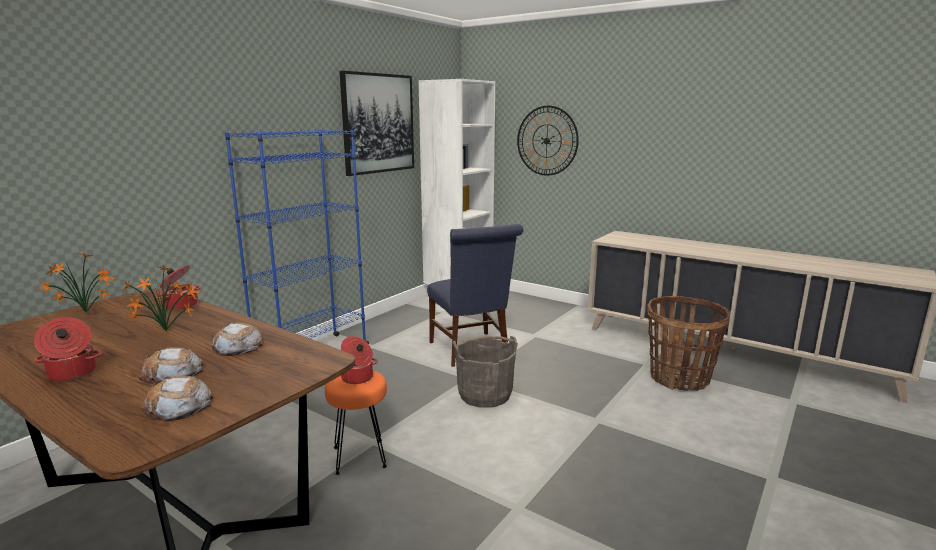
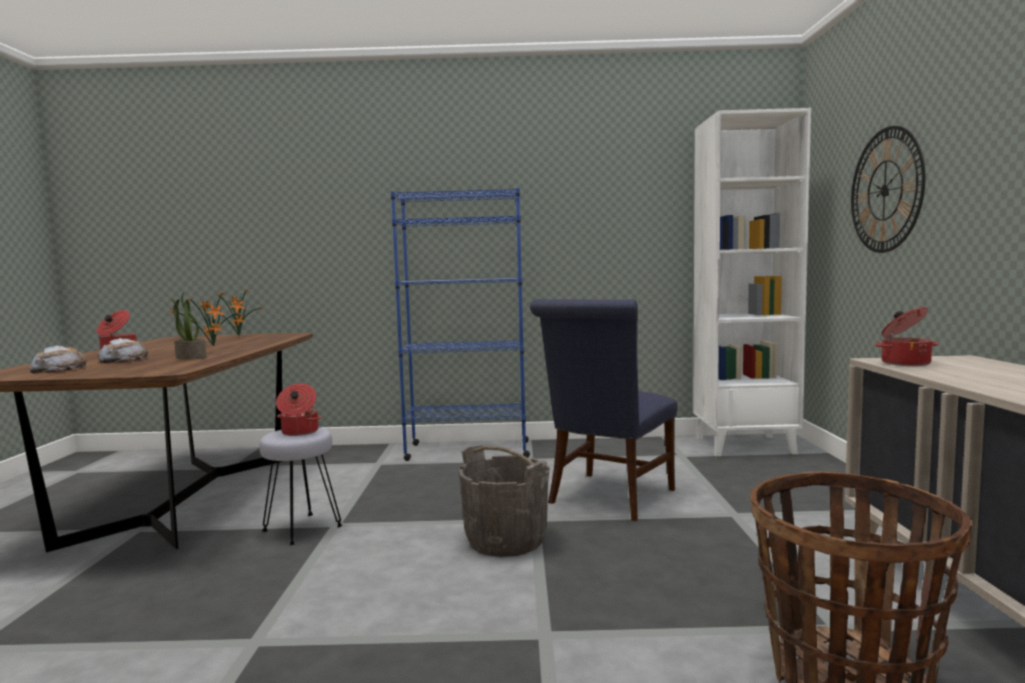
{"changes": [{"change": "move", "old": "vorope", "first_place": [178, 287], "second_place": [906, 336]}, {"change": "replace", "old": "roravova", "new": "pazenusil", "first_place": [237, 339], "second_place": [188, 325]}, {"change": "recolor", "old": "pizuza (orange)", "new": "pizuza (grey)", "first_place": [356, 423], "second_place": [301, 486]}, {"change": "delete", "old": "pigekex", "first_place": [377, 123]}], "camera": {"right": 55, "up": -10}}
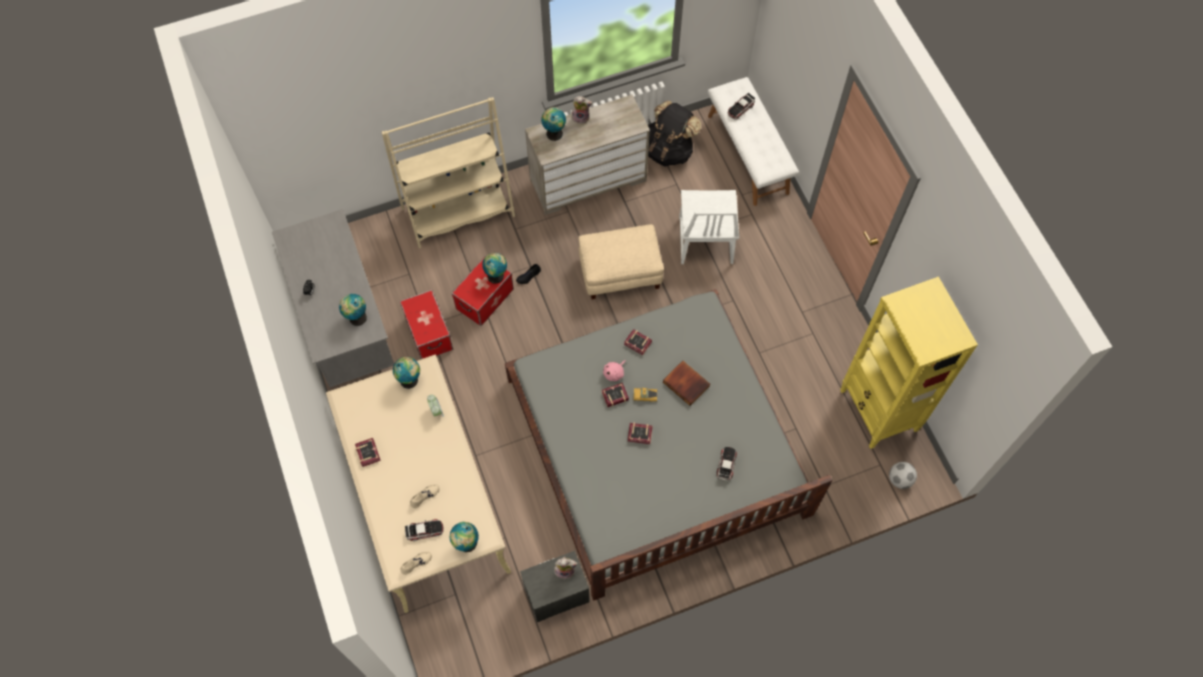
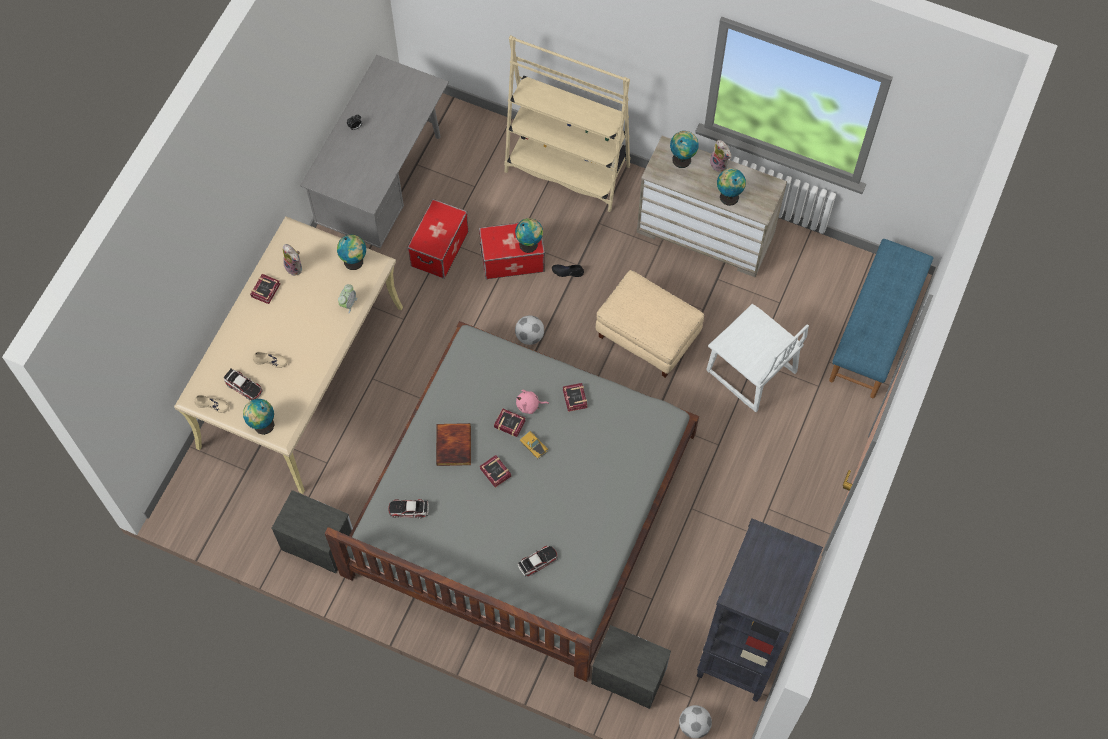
{"changes": [{"change": "move", "old": "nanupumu", "first_place": [353, 310], "second_place": [731, 187]}, {"change": "move", "old": "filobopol", "first_place": [566, 568], "second_place": [292, 260]}, {"change": "delete", "old": "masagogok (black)", "first_place": [674, 134]}, {"change": "move", "old": "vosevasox", "first_place": [686, 383], "second_place": [453, 444]}, {"change": "rotate", "old": "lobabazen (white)", "first_place": [709, 227], "second_place": [757, 358], "degrees": -90}, {"change": "recolor", "old": "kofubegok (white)", "new": "kofubegok (blue)", "first_place": [753, 141], "second_place": [881, 318]}, {"change": "move", "old": "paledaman", "first_place": [741, 106], "second_place": [408, 509]}, {"change": "recolor", "old": "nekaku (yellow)", "new": "nekaku (black)", "first_place": [909, 362], "second_place": [760, 610]}, {"change": "insert", "new": "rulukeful", "second_place": [529, 330]}, {"change": "insert", "new": "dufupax", "second_place": [631, 667]}], "camera": {"right": 45, "up": 0}}
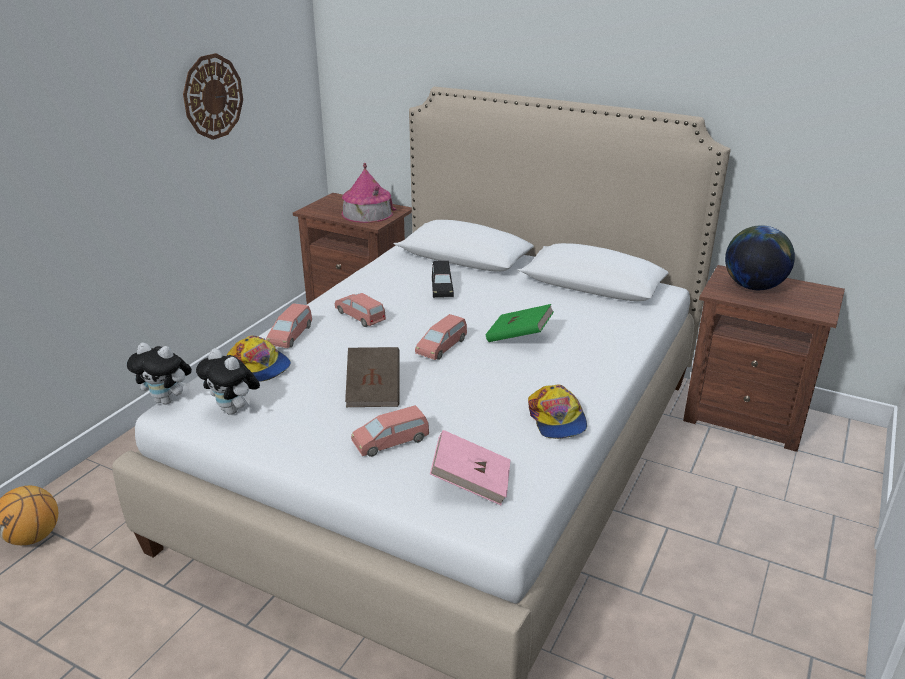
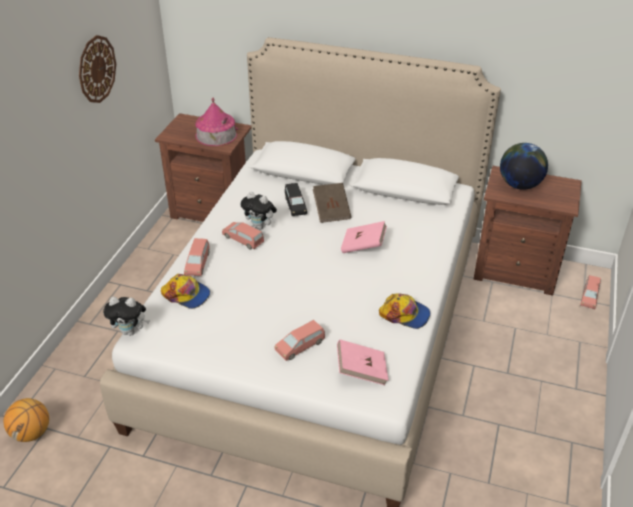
{"changes": [{"change": "move", "old": "filobopol", "first_place": [228, 381], "second_place": [259, 210]}, {"change": "move", "old": "vosevasox (brown)", "first_place": [372, 377], "second_place": [332, 203]}, {"change": "move", "old": "paledaman (pink)", "first_place": [441, 337], "second_place": [590, 292]}, {"change": "recolor", "old": "vosevasox (green)", "new": "vosevasox (pink)", "first_place": [520, 323], "second_place": [364, 237]}, {"change": "rotate", "old": "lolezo", "first_place": [557, 411], "second_place": [404, 311], "degrees": -45}], "camera": {"right": -10, "up": 10}}
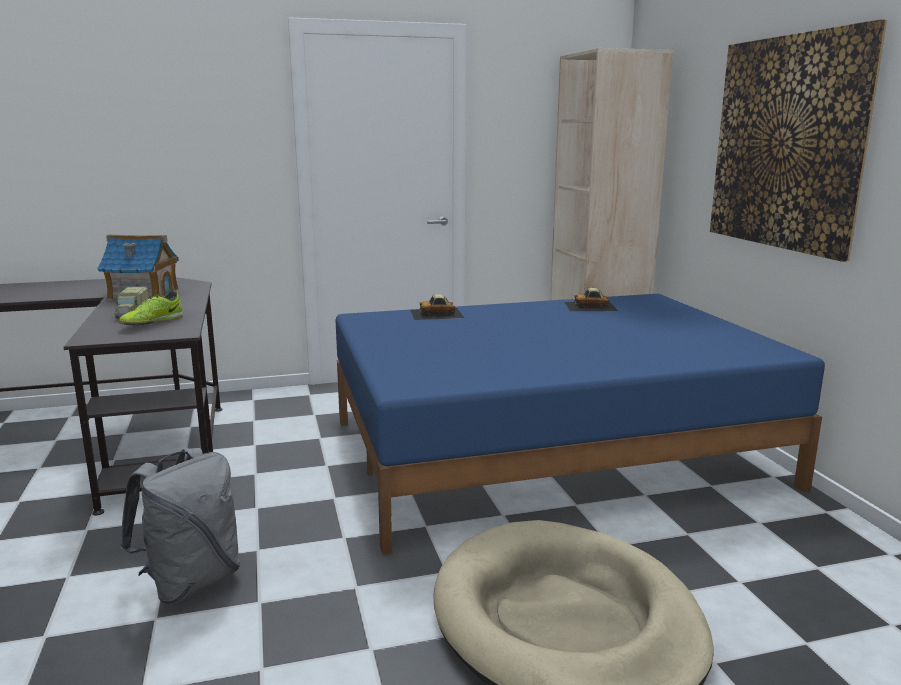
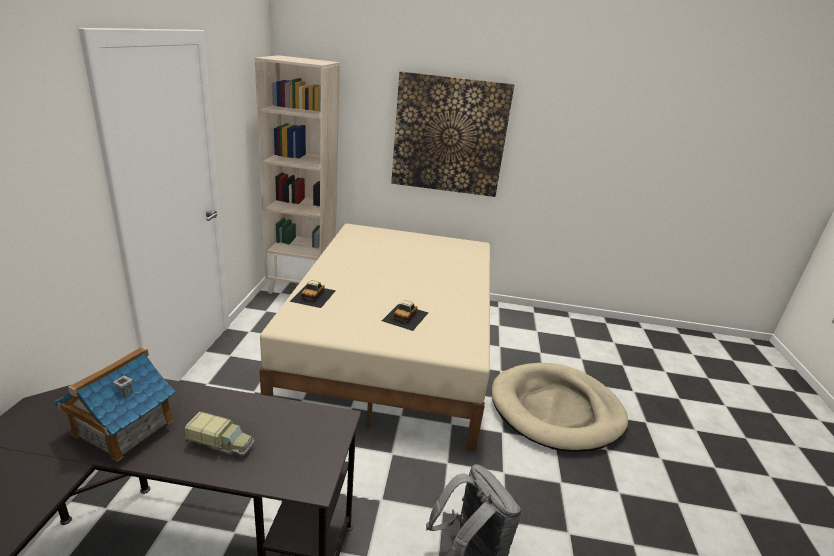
{"changes": [{"change": "delete", "old": "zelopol", "first_place": [151, 307]}, {"change": "recolor", "old": "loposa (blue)", "new": "loposa (beige)", "first_place": [580, 424], "second_place": [374, 337]}, {"change": "move", "old": "paledaman", "first_place": [591, 299], "second_place": [405, 315]}], "camera": {"right": -70, "up": 10}}
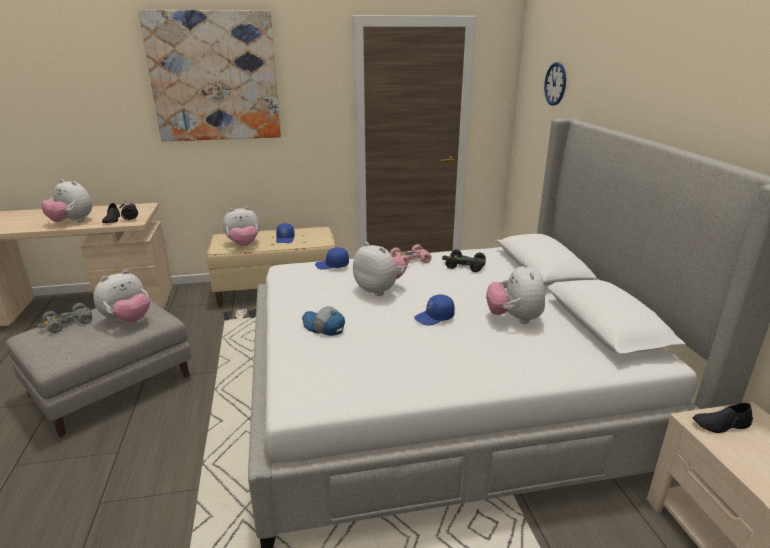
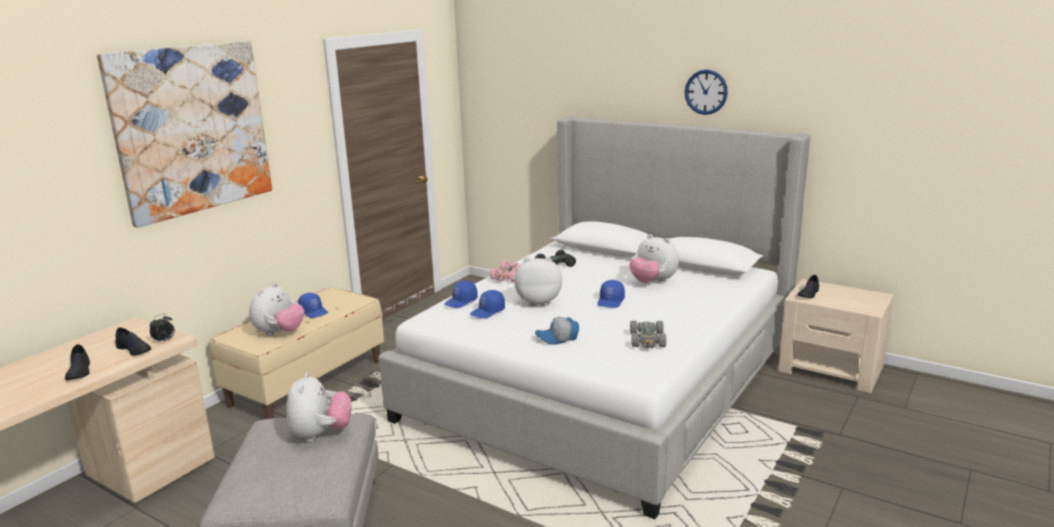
{"changes": [{"change": "move", "old": "paledaman (grey)", "first_place": [64, 318], "second_place": [648, 334]}, {"change": "replace", "old": "filobopol", "new": "zelopol (black)", "first_place": [67, 200], "second_place": [77, 362]}, {"change": "move", "old": "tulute", "first_place": [555, 84], "second_place": [706, 92]}, {"change": "insert", "new": "lolezo (blue)", "second_place": [487, 304]}], "camera": {"right": -45, "up": -5}}
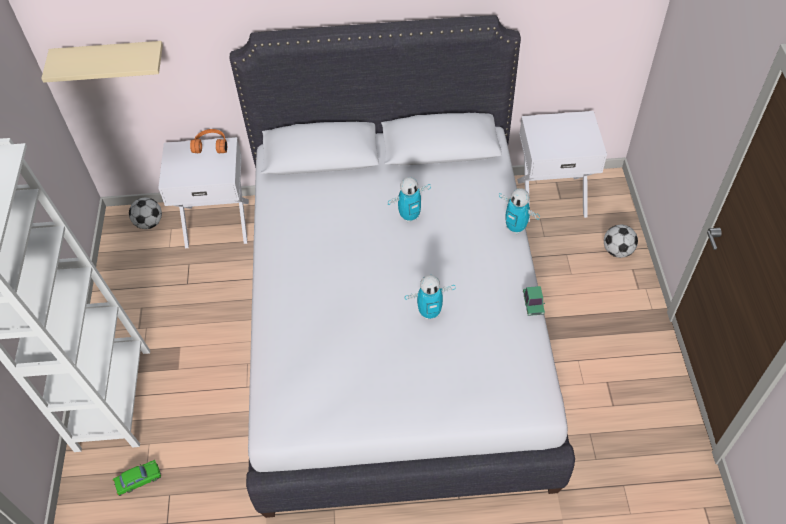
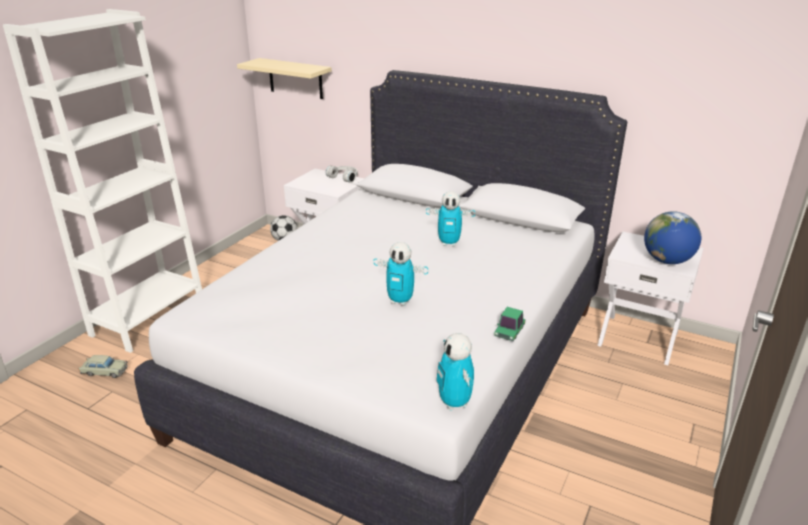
{"changes": [{"change": "recolor", "old": "paledaman (green)", "new": "paledaman (beige)", "first_place": [136, 478], "second_place": [103, 366]}, {"change": "recolor", "old": "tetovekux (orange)", "new": "tetovekux (white)", "first_place": [208, 141], "second_place": [341, 174]}, {"change": "move", "old": "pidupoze", "first_place": [519, 211], "second_place": [455, 371]}, {"change": "delete", "old": "rulukeful", "first_place": [621, 241]}, {"change": "insert", "new": "nanupumu", "second_place": [672, 237]}], "camera": {"right": 30, "up": -25}}
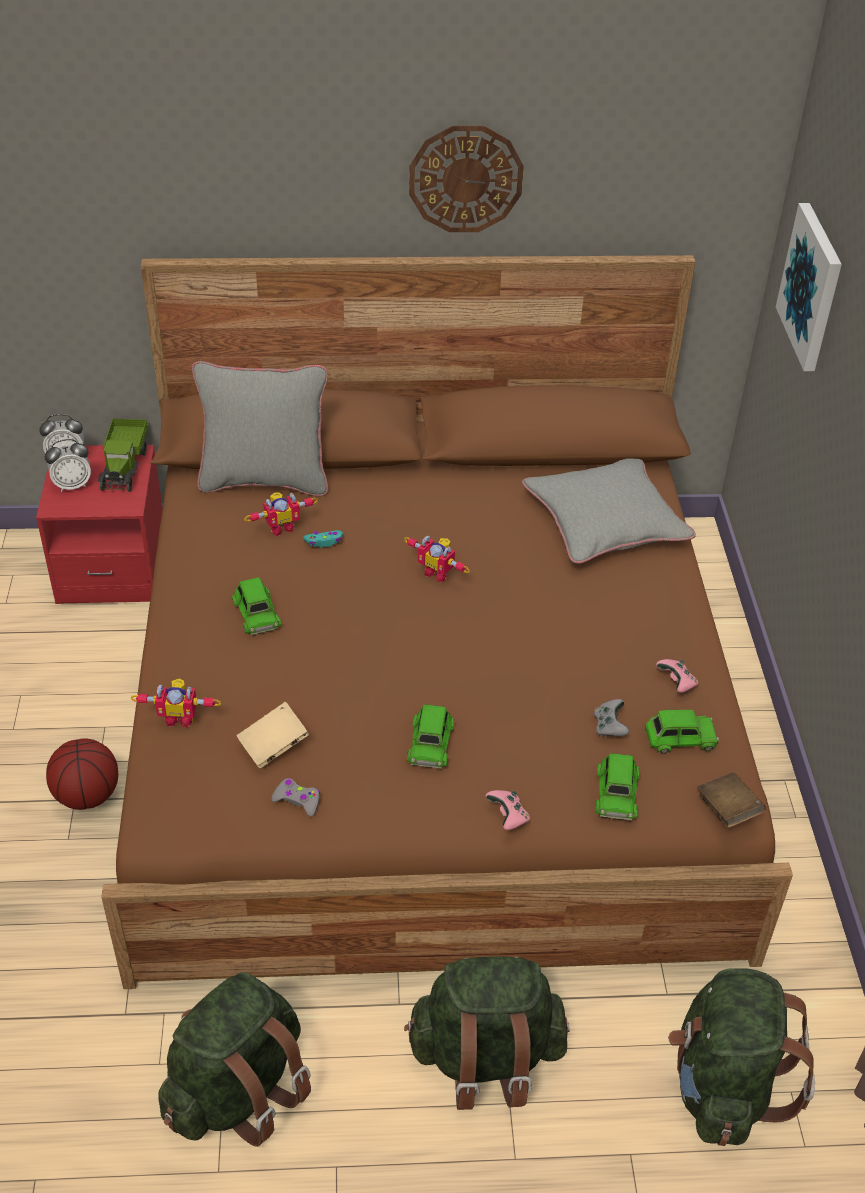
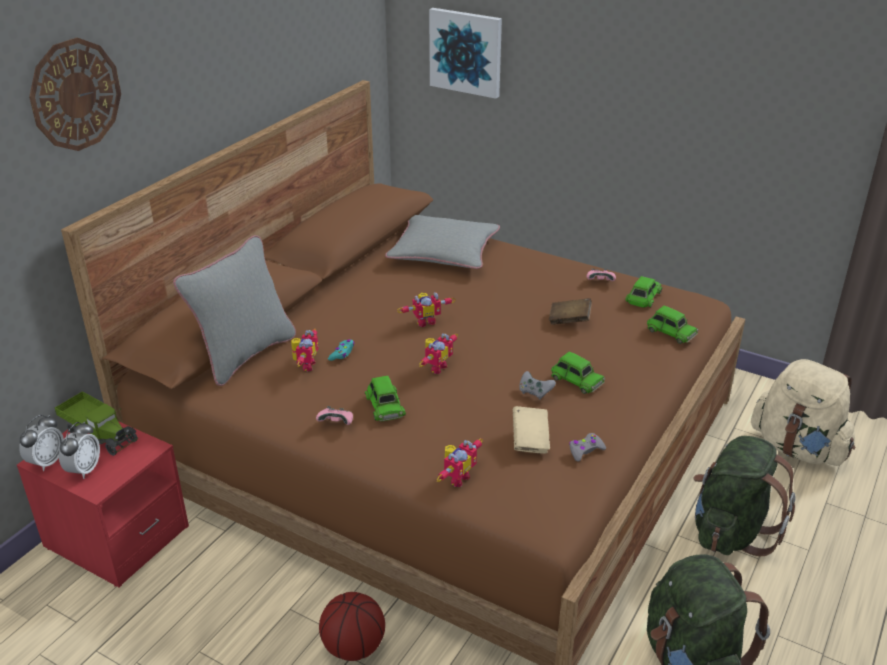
{"changes": [{"change": "rotate", "old": "paledaman (green)", "first_place": [257, 606], "second_place": [385, 398], "degrees": 60}, {"change": "move", "old": "tulute", "first_place": [466, 178], "second_place": [75, 94]}, {"change": "move", "old": "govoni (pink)", "first_place": [507, 810], "second_place": [334, 415]}, {"change": "move", "old": "govoni (grey)", "first_place": [611, 718], "second_place": [537, 385]}, {"change": "recolor", "old": "masagogok (green)", "new": "masagogok (beige)", "first_place": [741, 1057], "second_place": [803, 412]}, {"change": "move", "old": "vosevasox (brown)", "first_place": [731, 800], "second_place": [570, 311]}, {"change": "insert", "new": "pidupoze", "second_place": [438, 353]}], "camera": {"right": -55, "up": -10}}
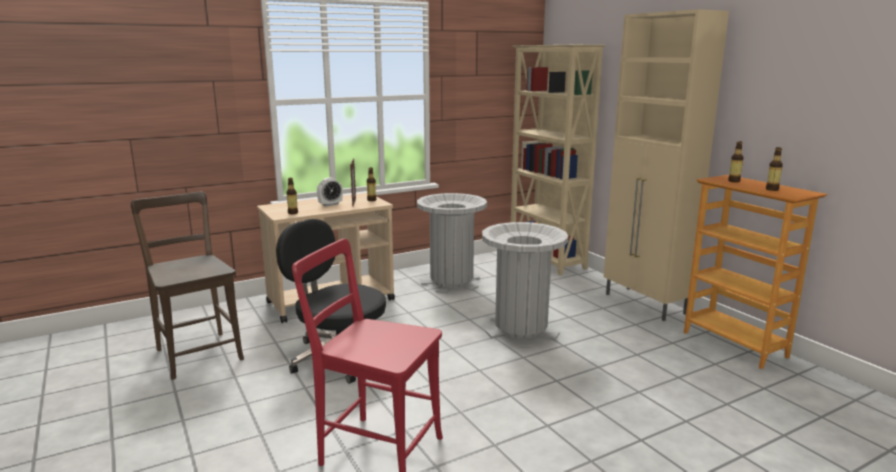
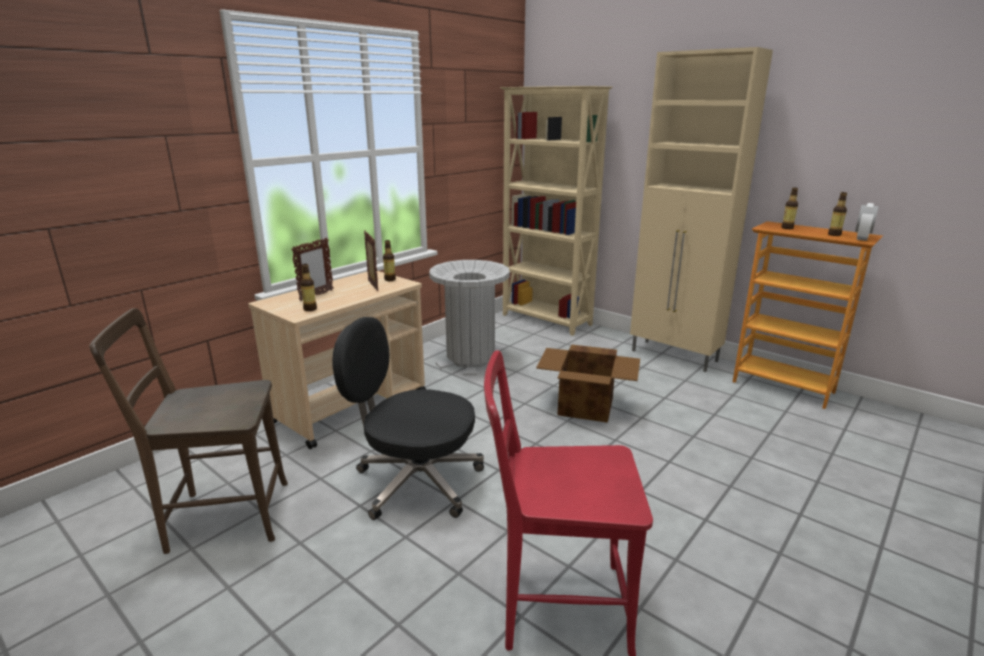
{"changes": [{"change": "rotate", "old": "lobabazen (brown)", "first_place": [187, 286], "second_place": [188, 431], "degrees": -45}, {"change": "move", "old": "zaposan", "first_place": [330, 191], "second_place": [867, 222]}, {"change": "replace", "old": "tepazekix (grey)", "new": "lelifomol", "first_place": [525, 284], "second_place": [588, 383]}, {"change": "insert", "new": "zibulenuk", "second_place": [312, 269]}], "camera": {"right": -20, "up": 5}}
